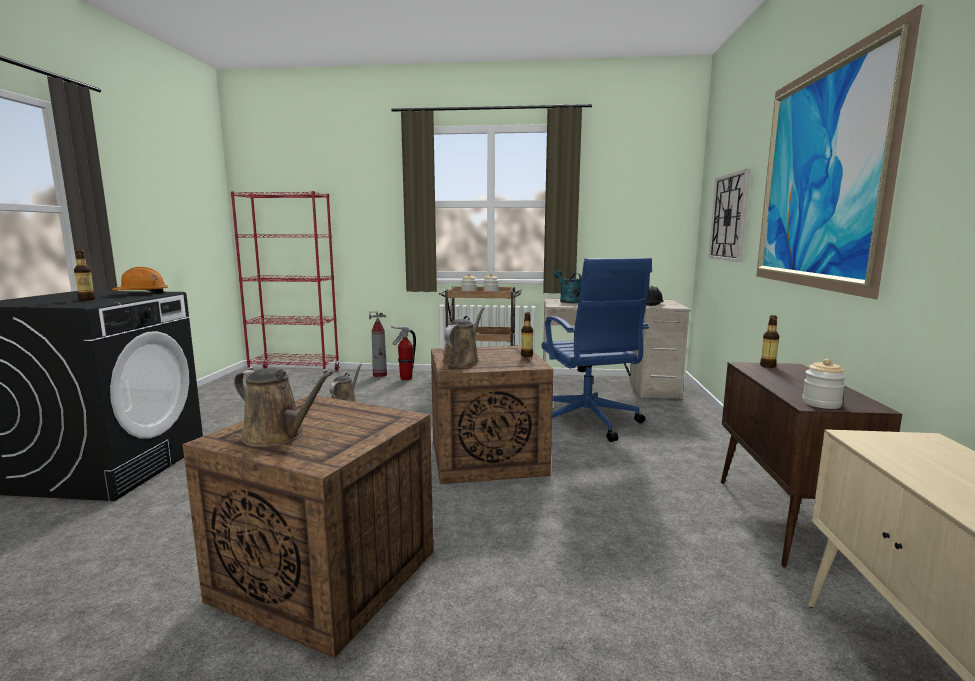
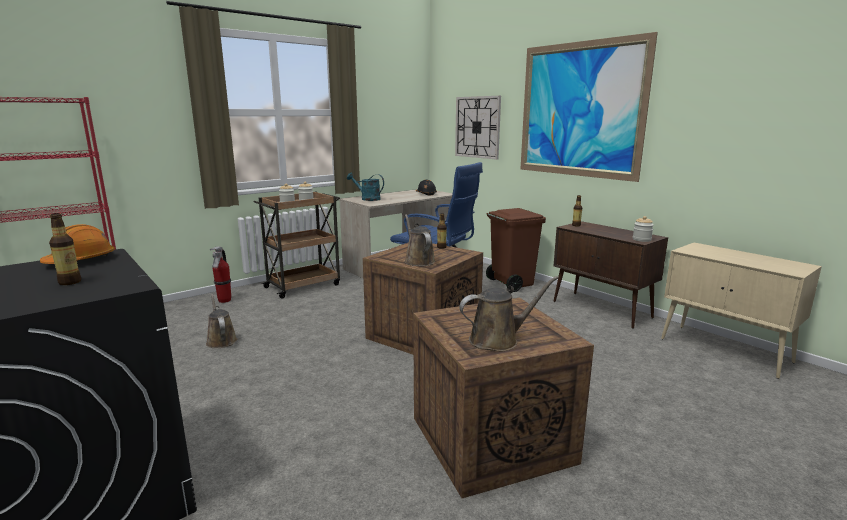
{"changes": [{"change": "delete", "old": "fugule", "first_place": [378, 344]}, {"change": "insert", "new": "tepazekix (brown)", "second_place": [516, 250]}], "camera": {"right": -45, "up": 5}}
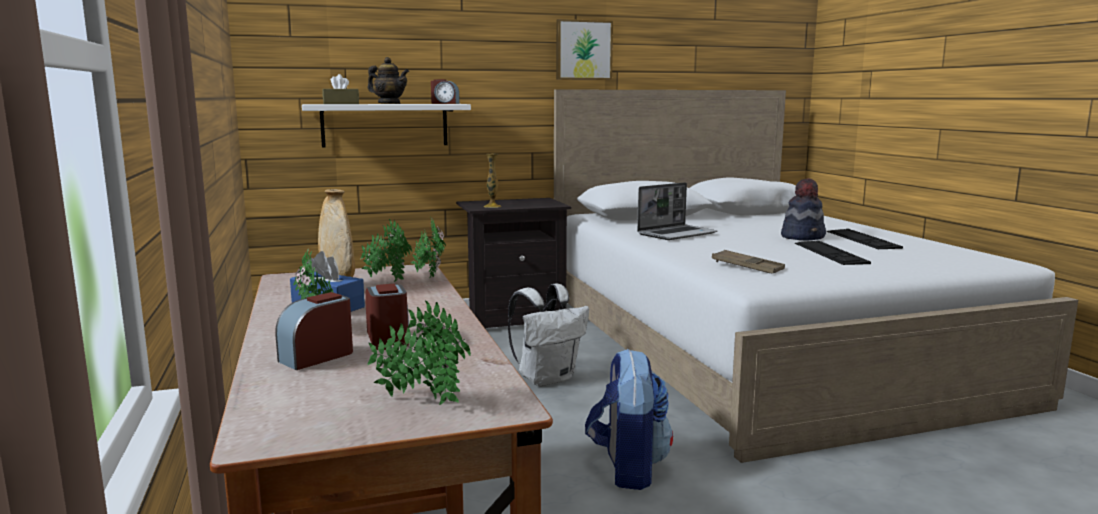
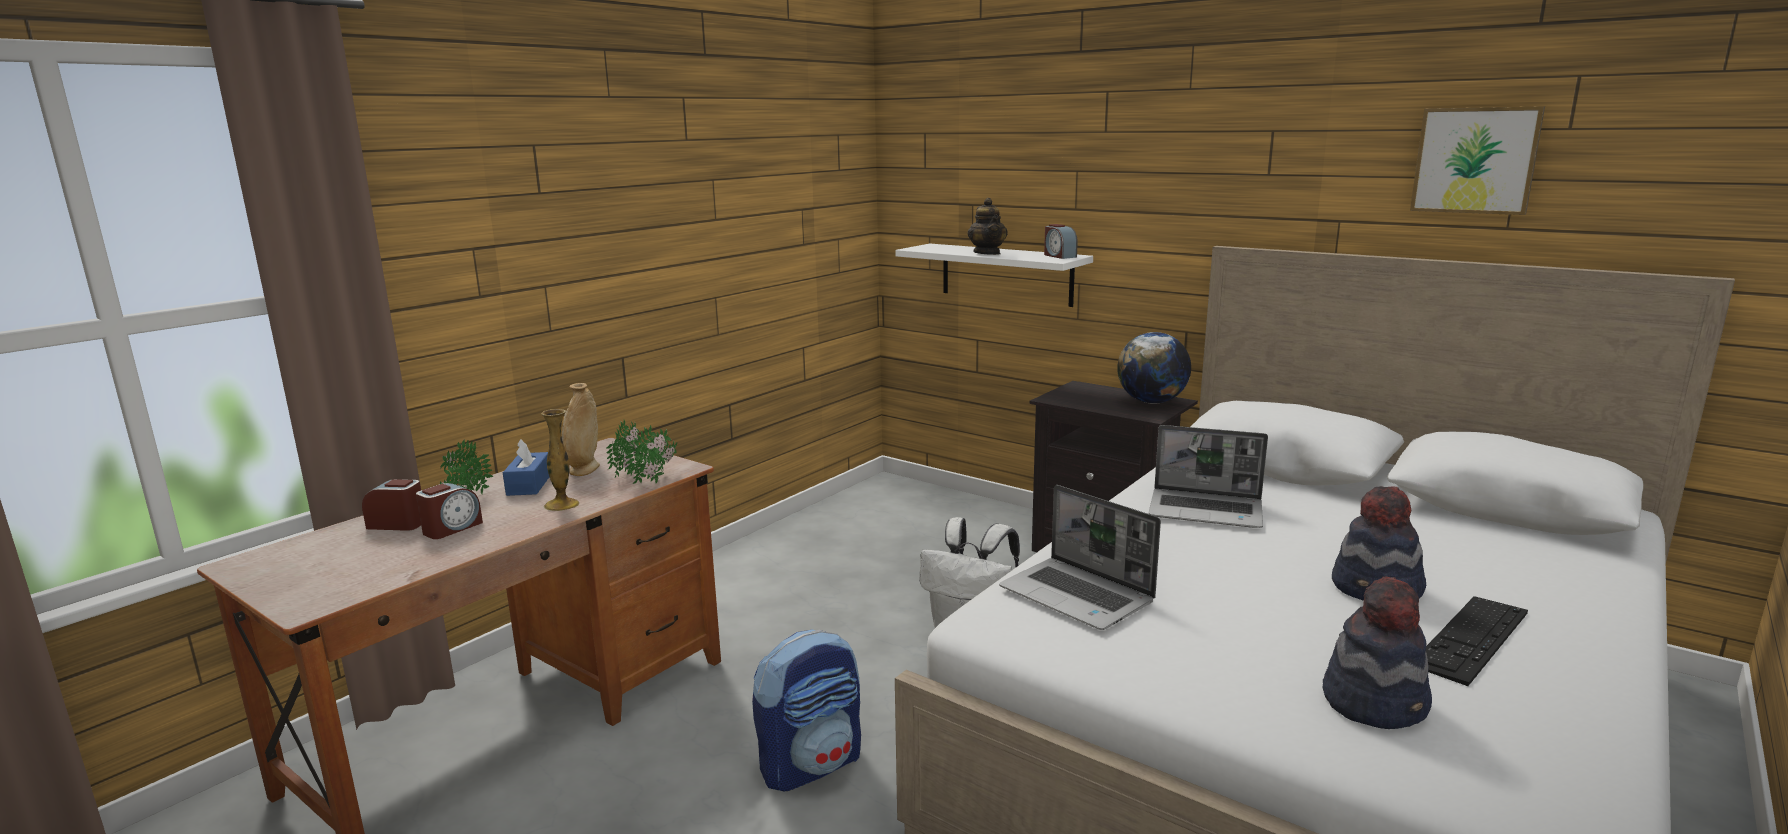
{"changes": [{"change": "delete", "old": "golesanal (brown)", "first_place": [340, 89]}, {"change": "delete", "old": "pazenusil", "first_place": [419, 353]}, {"change": "move", "old": "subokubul", "first_place": [493, 181], "second_place": [560, 460]}, {"change": "move", "old": "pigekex", "first_place": [584, 49], "second_place": [1477, 160]}, {"change": "replace", "old": "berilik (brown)", "new": "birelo", "first_place": [748, 261], "second_place": [1080, 557]}, {"change": "delete", "old": "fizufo", "first_place": [833, 252]}, {"change": "insert", "new": "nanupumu", "second_place": [1154, 368]}, {"change": "insert", "new": "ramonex", "second_place": [1377, 652]}], "camera": {"right": 55, "up": 5}}
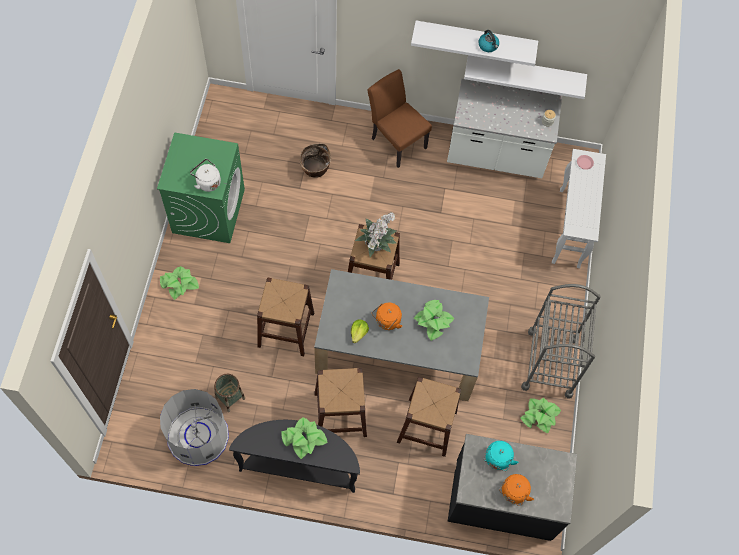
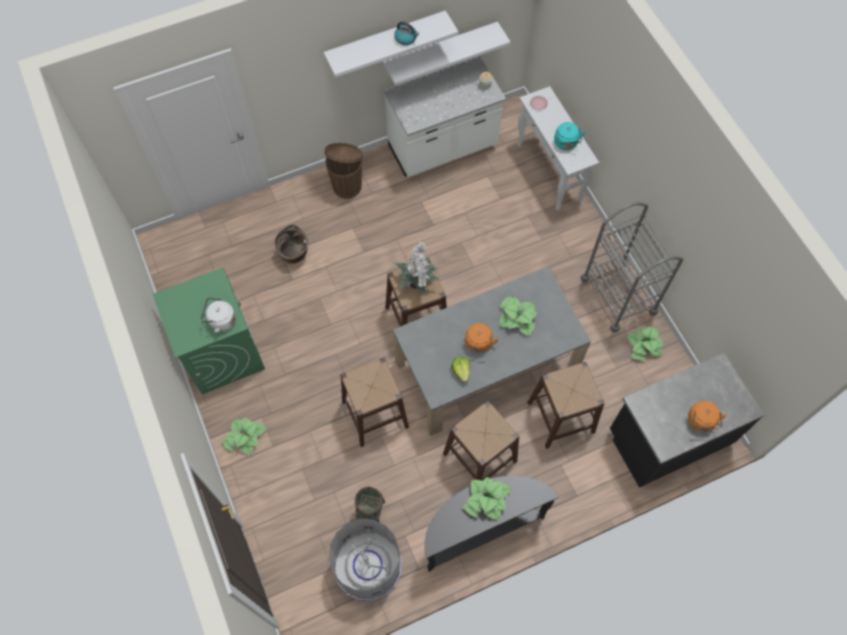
{"changes": [{"change": "replace", "old": "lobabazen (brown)", "new": "tepazekix (brown)", "first_place": [400, 118], "second_place": [343, 171]}, {"change": "move", "old": "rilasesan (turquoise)", "first_place": [501, 456], "second_place": [569, 136]}], "camera": {"right": -30, "up": 0}}
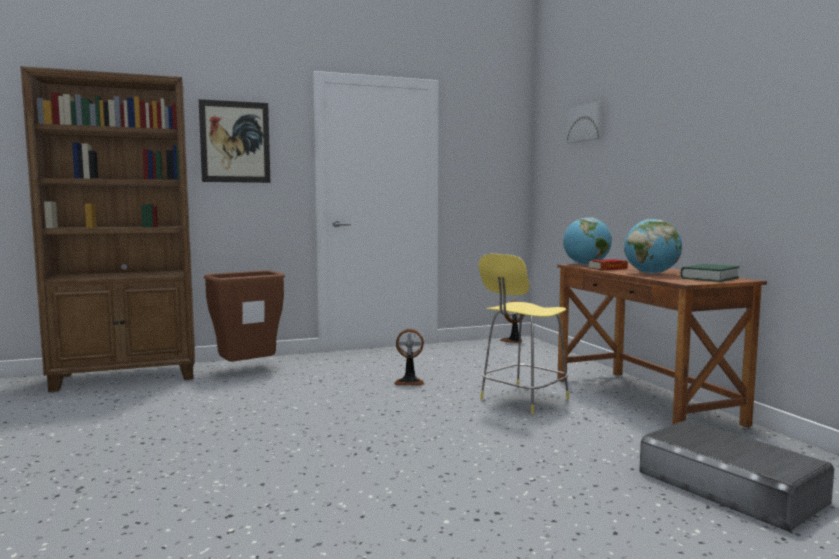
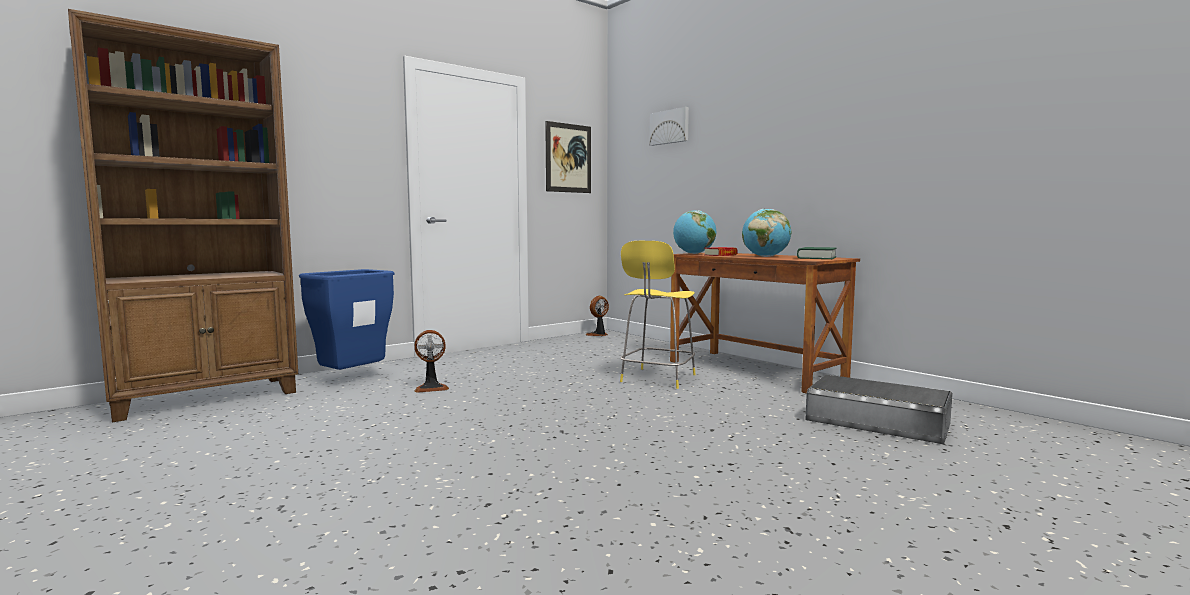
{"changes": [{"change": "move", "old": "pigekex", "first_place": [234, 141], "second_place": [568, 157]}, {"change": "recolor", "old": "tepazekix (brown)", "new": "tepazekix (blue)", "first_place": [244, 316], "second_place": [346, 319]}, {"change": "move", "old": "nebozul", "first_place": [409, 357], "second_place": [431, 361]}], "camera": {"right": -20, "up": 0}}
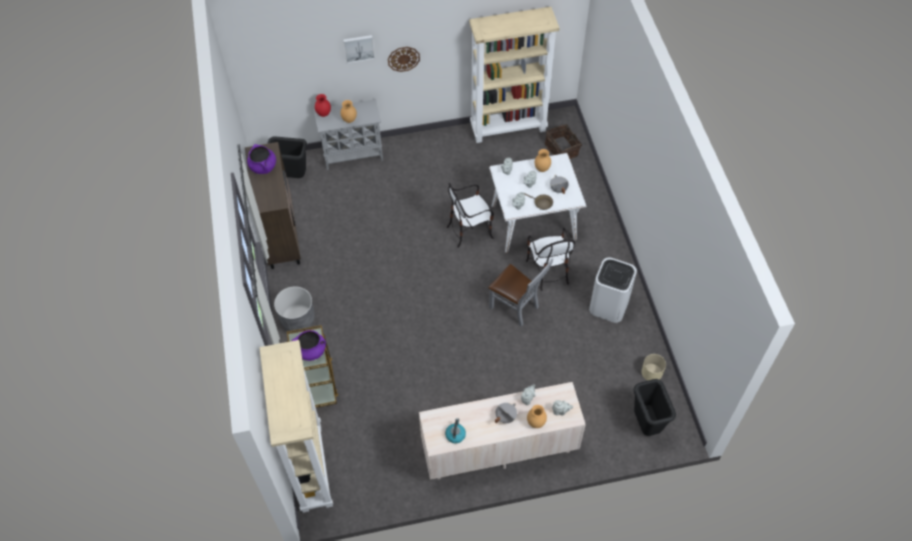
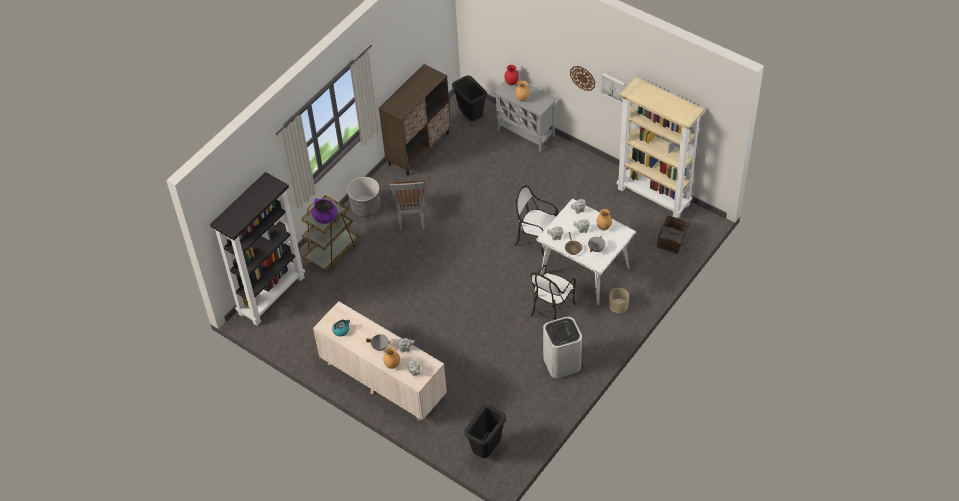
{"changes": [{"change": "delete", "old": "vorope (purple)", "first_place": [261, 159]}, {"change": "recolor", "old": "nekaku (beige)", "new": "nekaku (black)", "first_place": [296, 426], "second_place": [257, 248]}, {"change": "move", "old": "pigekex", "first_place": [359, 49], "second_place": [613, 88]}, {"change": "move", "old": "lobabazen (grey)", "first_place": [520, 292], "second_place": [407, 206]}, {"change": "move", "old": "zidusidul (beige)", "first_place": [653, 367], "second_place": [619, 300]}], "camera": {"right": 50, "up": -5}}
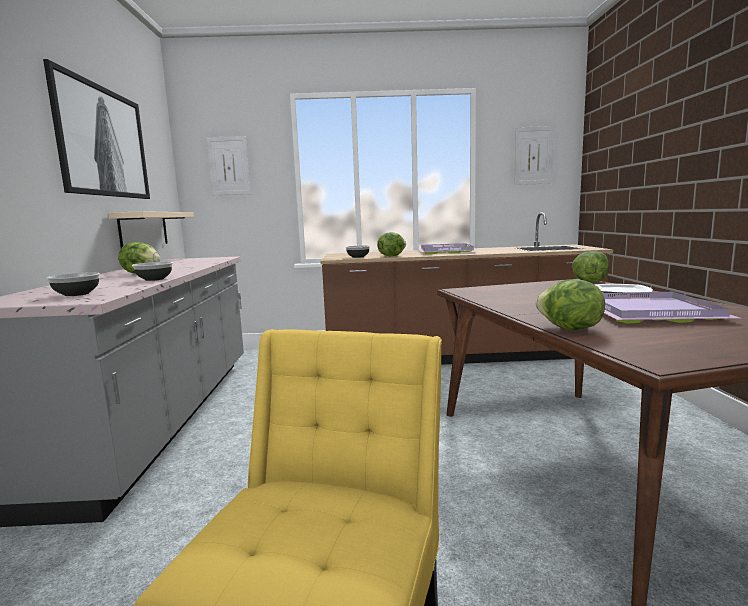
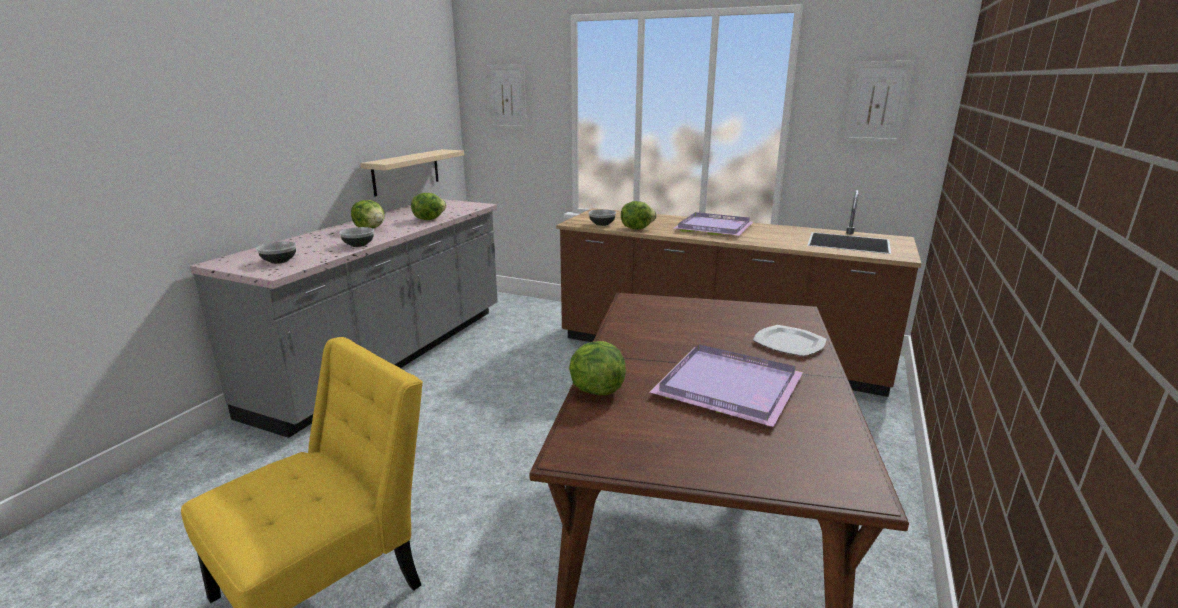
{"changes": [{"change": "delete", "old": "pigekex", "first_place": [96, 129]}, {"change": "move", "old": "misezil", "first_place": [590, 267], "second_place": [429, 206]}], "camera": {"right": 25, "up": 10}}
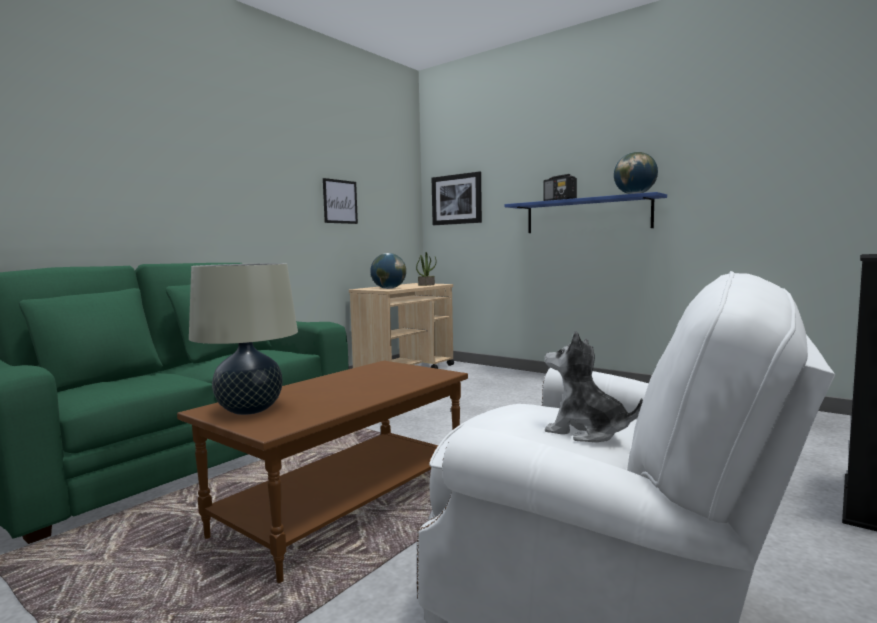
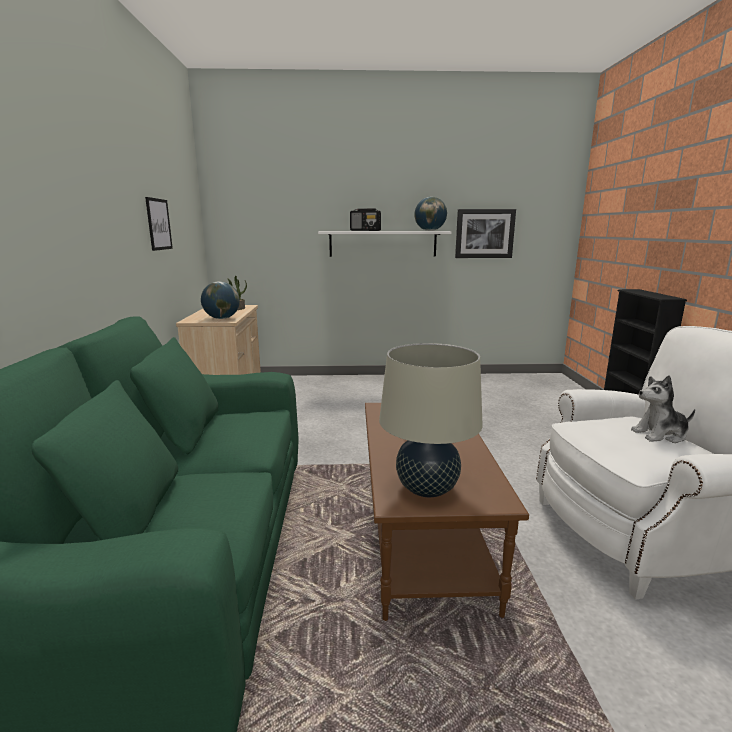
{"changes": [{"change": "move", "old": "pigekex", "first_place": [457, 198], "second_place": [485, 233]}, {"change": "recolor", "old": "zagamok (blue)", "new": "zagamok (white)", "first_place": [585, 212], "second_place": [385, 244]}], "camera": {"right": -40, "up": 10}}
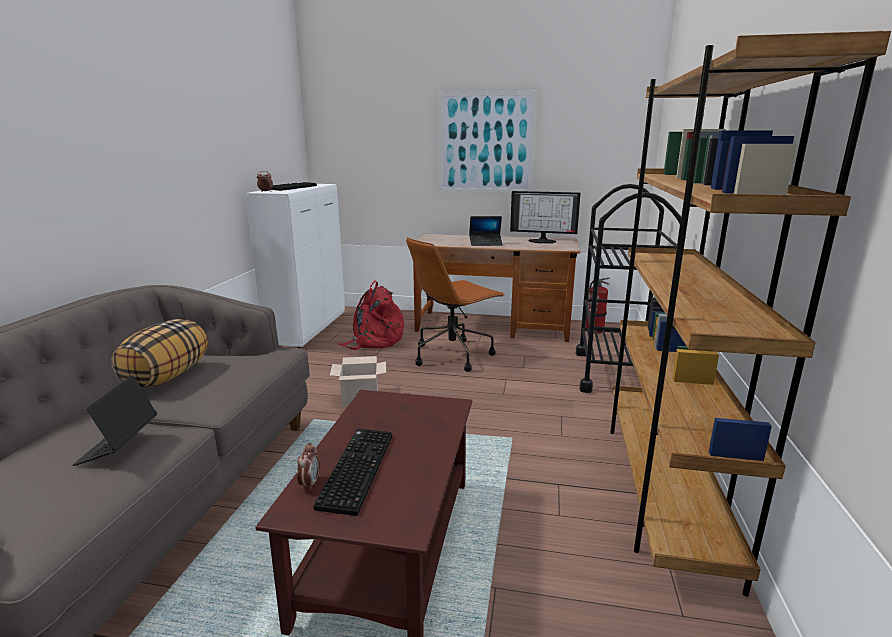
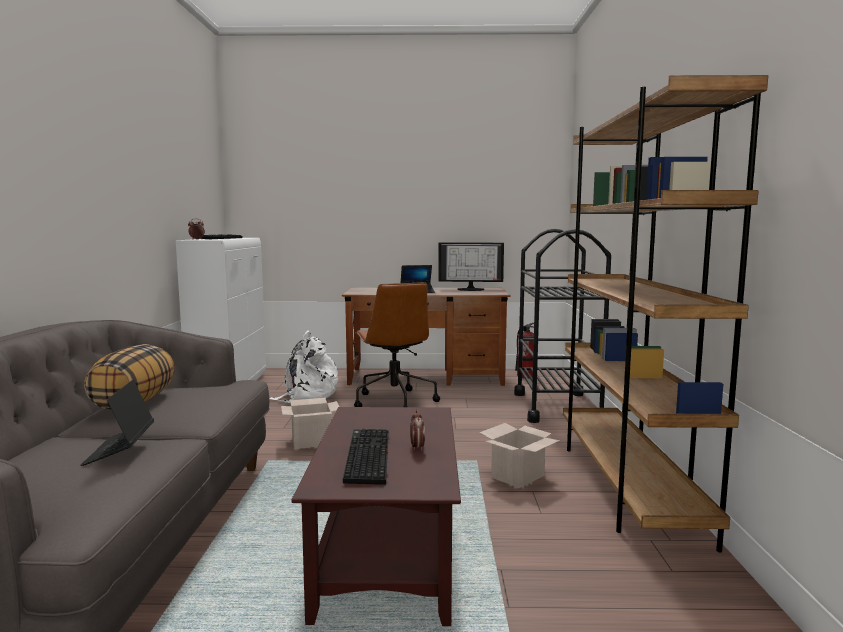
{"changes": [{"change": "move", "old": "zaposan", "first_place": [308, 466], "second_place": [417, 430]}, {"change": "recolor", "old": "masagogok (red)", "new": "masagogok (white)", "first_place": [371, 315], "second_place": [303, 367]}, {"change": "rotate", "old": "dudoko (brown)", "first_place": [455, 304], "second_place": [397, 344], "degrees": -60}, {"change": "delete", "old": "pigekex", "first_place": [488, 142]}, {"change": "insert", "new": "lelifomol", "second_place": [519, 455]}], "camera": {"right": -10, "up": -10}}
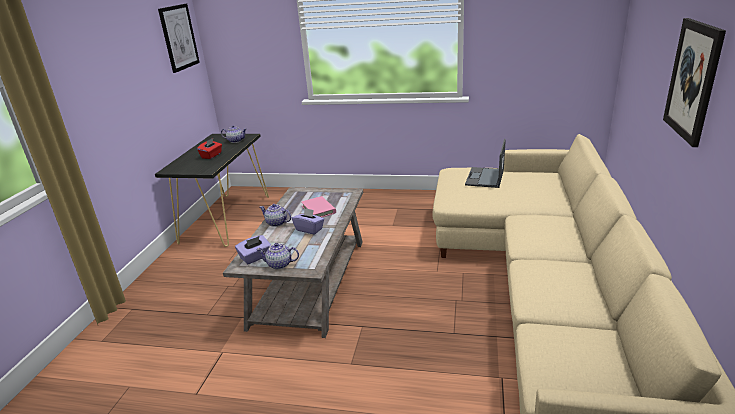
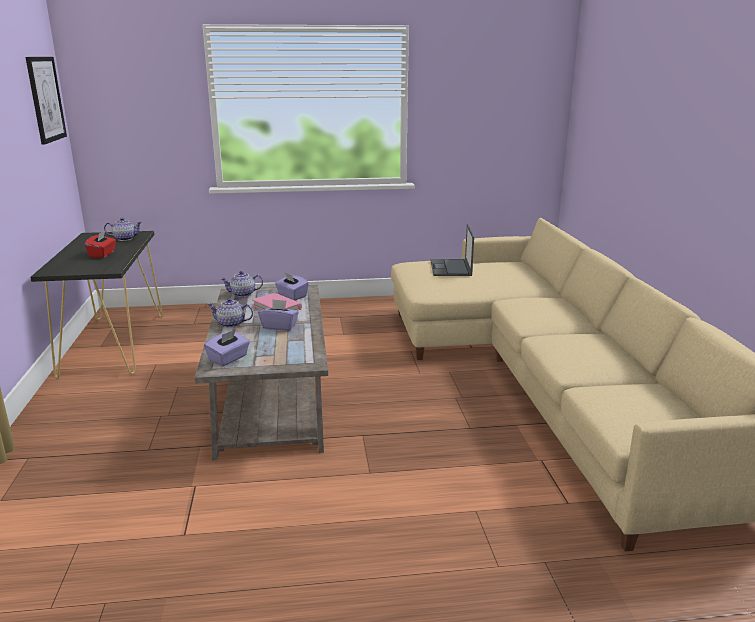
{"changes": [{"change": "move", "old": "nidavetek", "first_place": [277, 256], "second_place": [241, 284]}, {"change": "delete", "old": "pigekex", "first_place": [694, 82]}, {"change": "insert", "new": "golesanal (purple)", "second_place": [292, 286]}], "camera": {"right": -20, "up": -5}}
